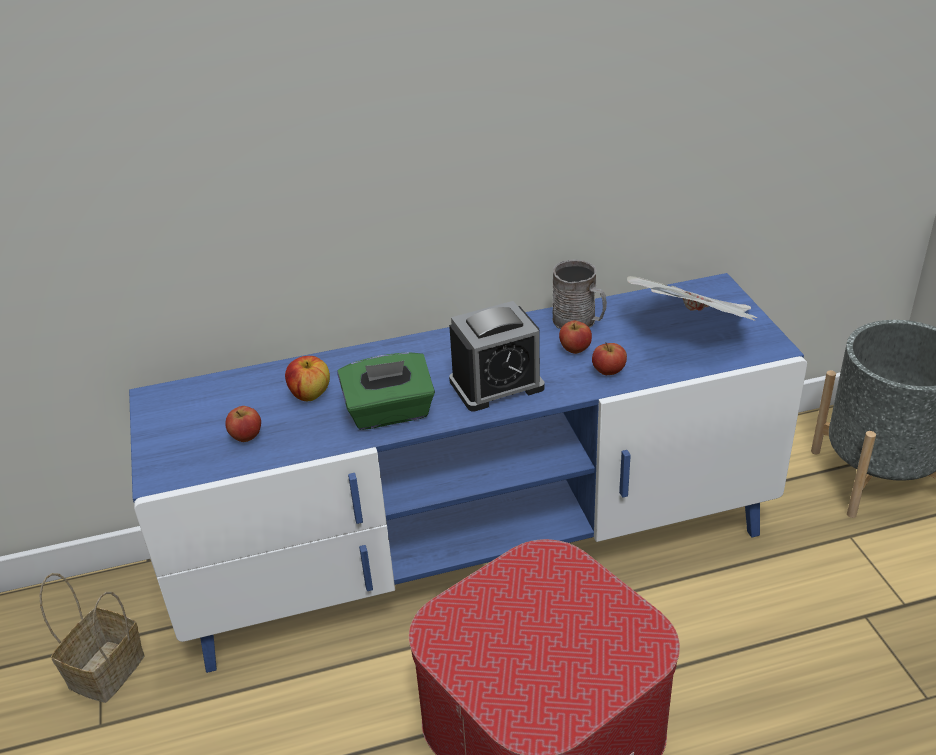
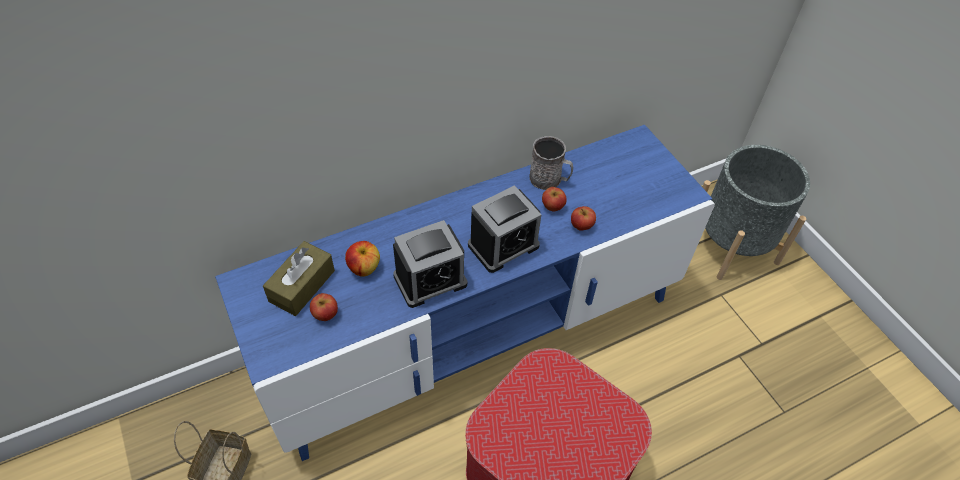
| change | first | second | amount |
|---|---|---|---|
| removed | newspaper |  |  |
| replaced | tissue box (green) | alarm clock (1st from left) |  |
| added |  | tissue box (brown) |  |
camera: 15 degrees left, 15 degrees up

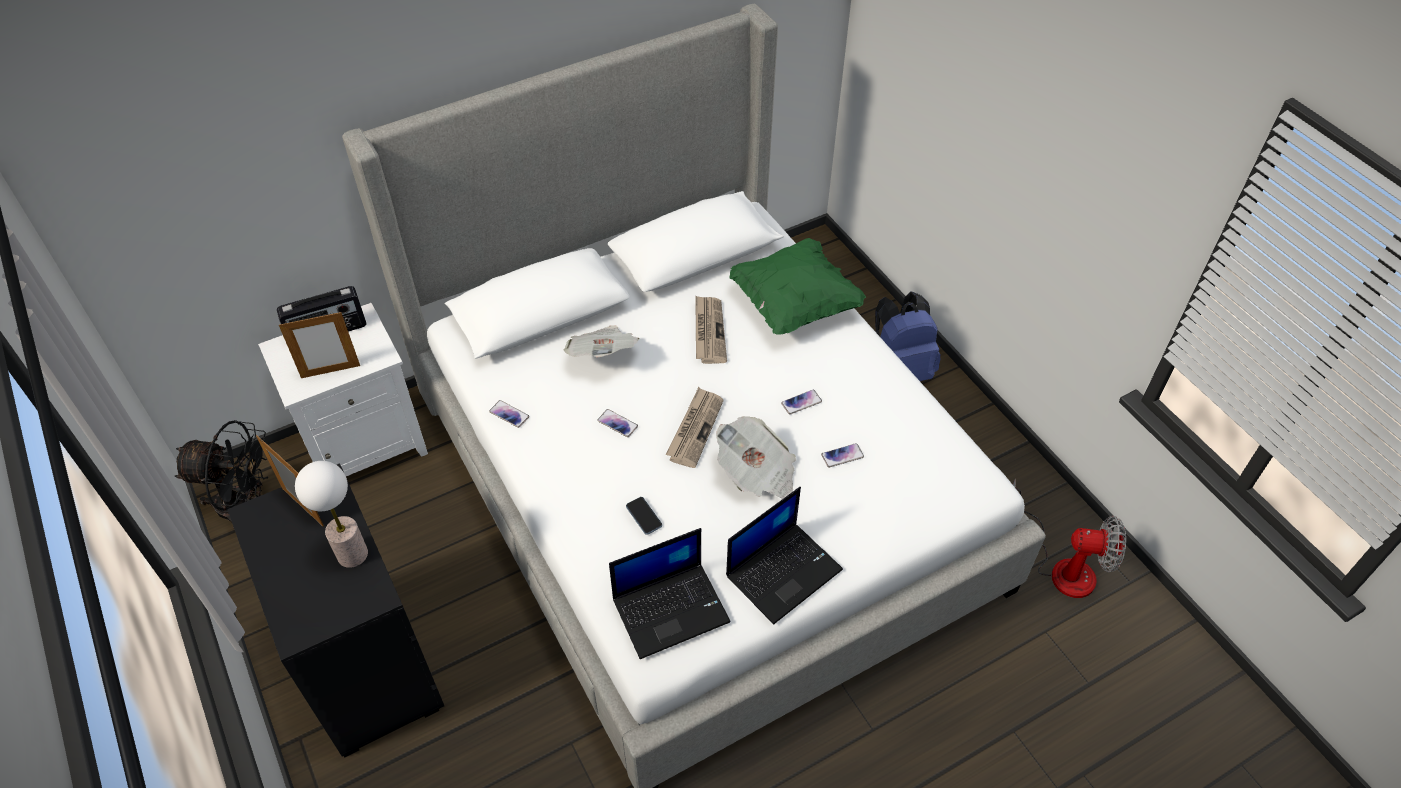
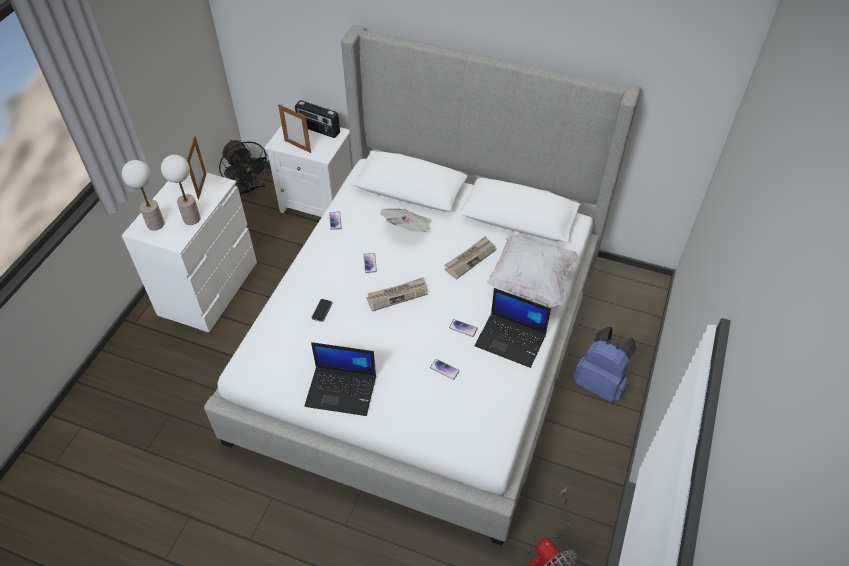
| change | first | second | amount |
|---|---|---|---|
| recoloured | pillow (green) | pillow (white) |  |
| removed | newspaper (4th from left) |  |  |
| recoloured | dresser (black) | dresser (white) |  |
| moved | laptop (1st from left in the first image) | laptop (2nd from left) |  |
| added |  | table lamp (1st from left) |  |
camera: 50 degrees right, 0 degrees up

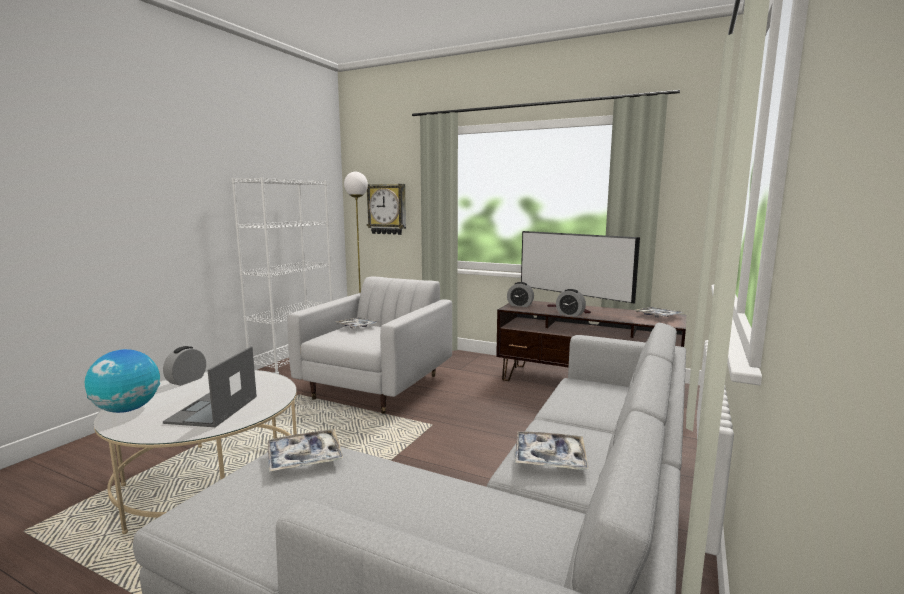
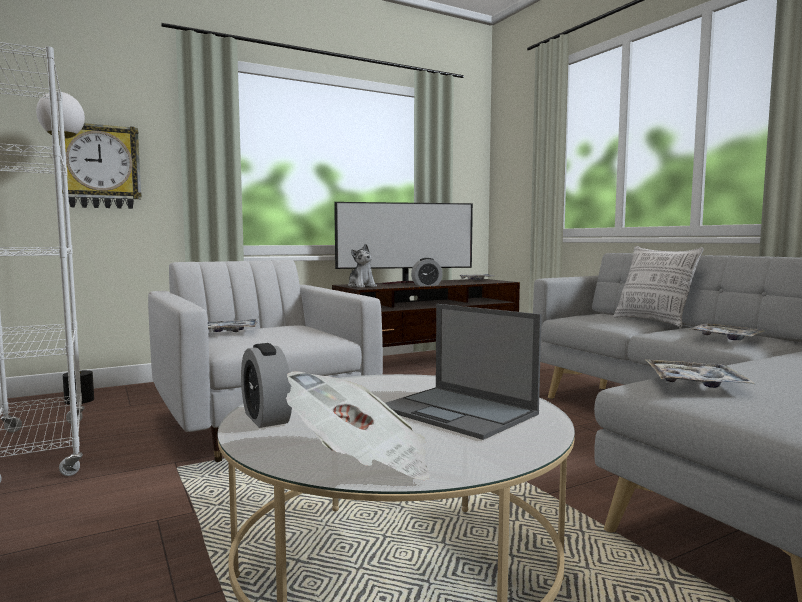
| change | first | second | amount |
|---|---|---|---|
| replaced | alarm clock (2nd from left) | plush toy |  |
| replaced | globe | newspaper |  |
| added |  | pillow |  |
camera: 55 degrees left, 5 degrees down

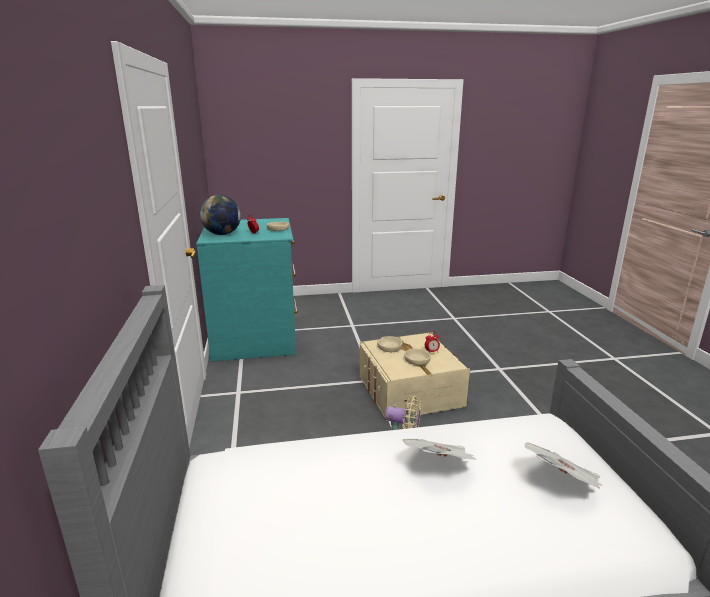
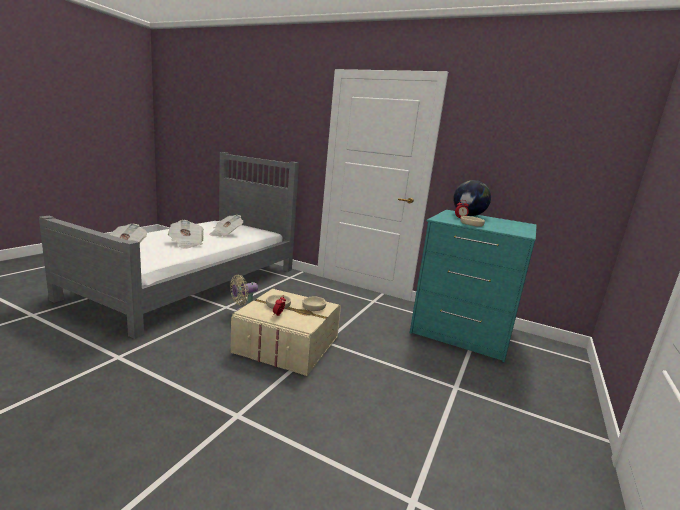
| change | first | second | amount |
|---|---|---|---|
| added |  | newspaper (3rd from left) |  |
camera: 125 degrees right, 5 degrees down

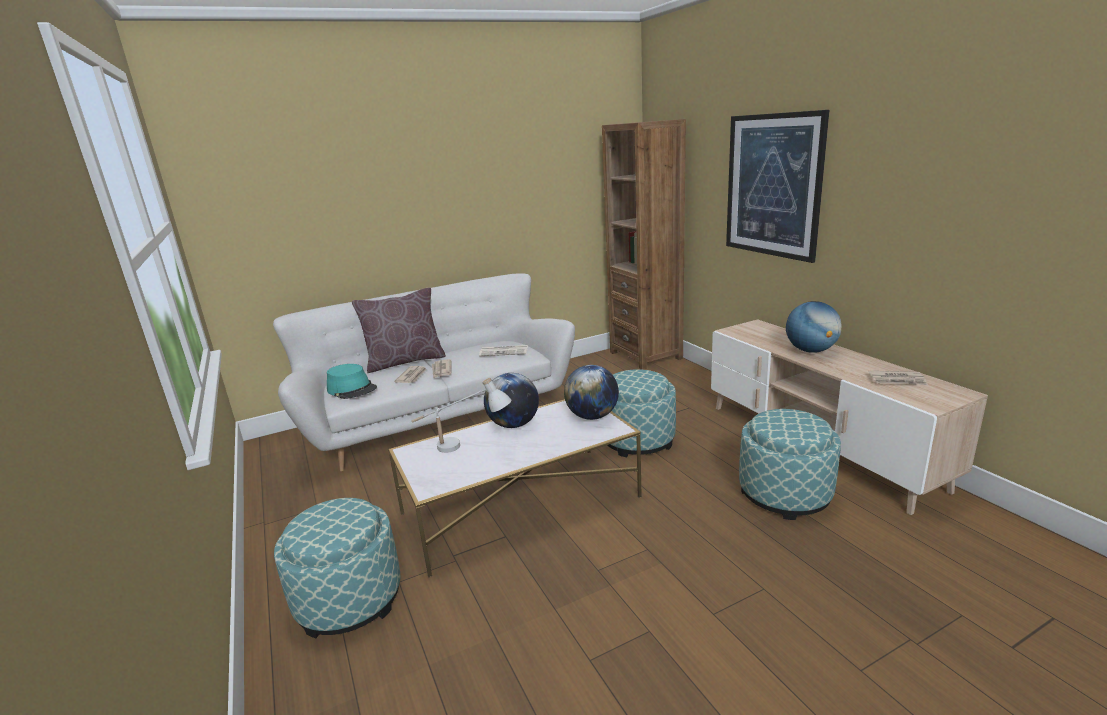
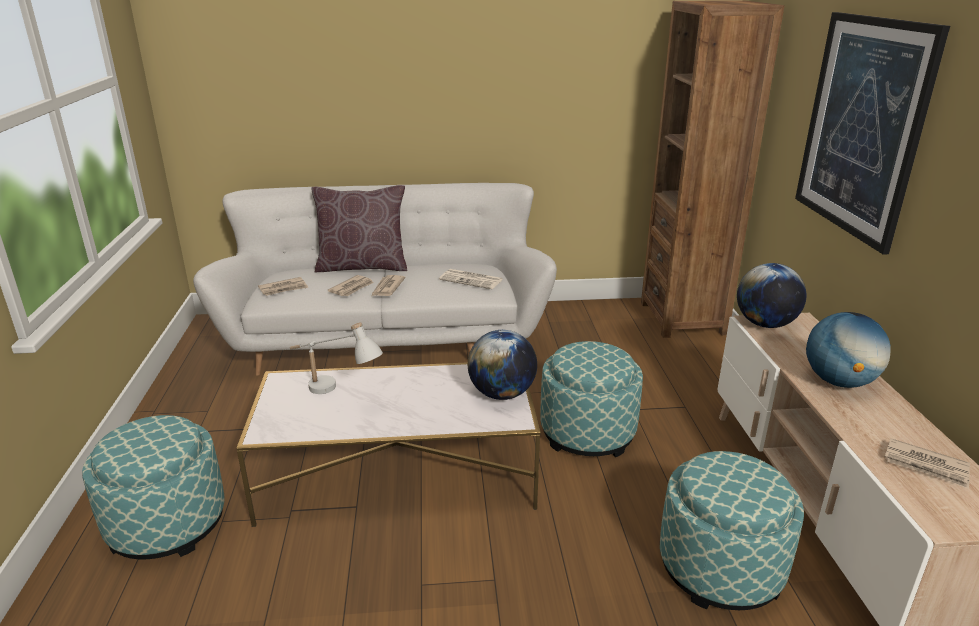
| change | first | second | amount |
|---|---|---|---|
| replaced | hat (turquoise) | newspaper (1st from left) |  |
| moved | globe (1st from left in the first image) | globe (2nd from left) |  |
camera: 20 degrees right, 5 degrees up

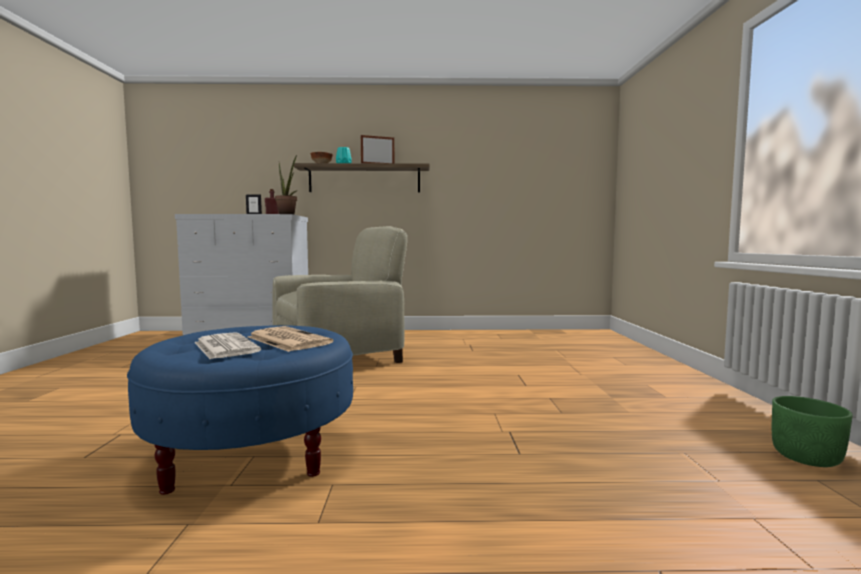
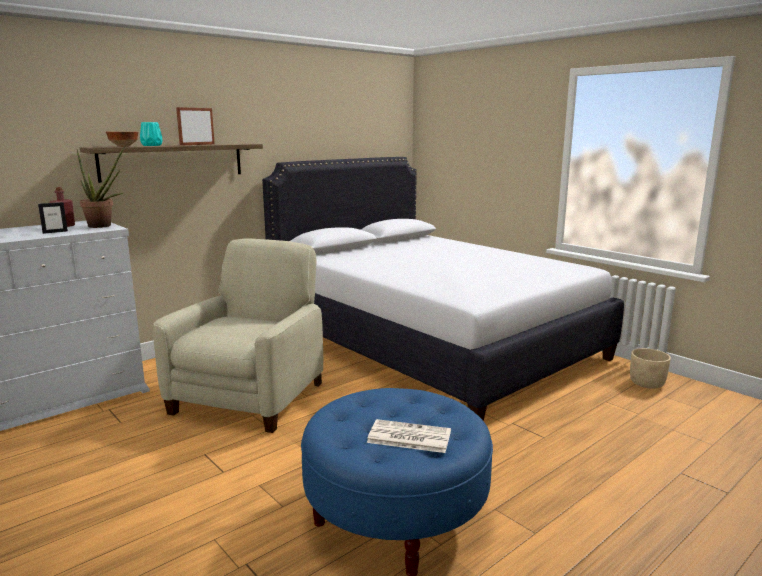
| change | first | second | amount |
|---|---|---|---|
| removed | newspaper (2nd from left) |  |  |
| recoloured | planter (green) | planter (beige) |  |
| added |  | bed (white) |  |
camera: 40 degrees left, 10 degrees up

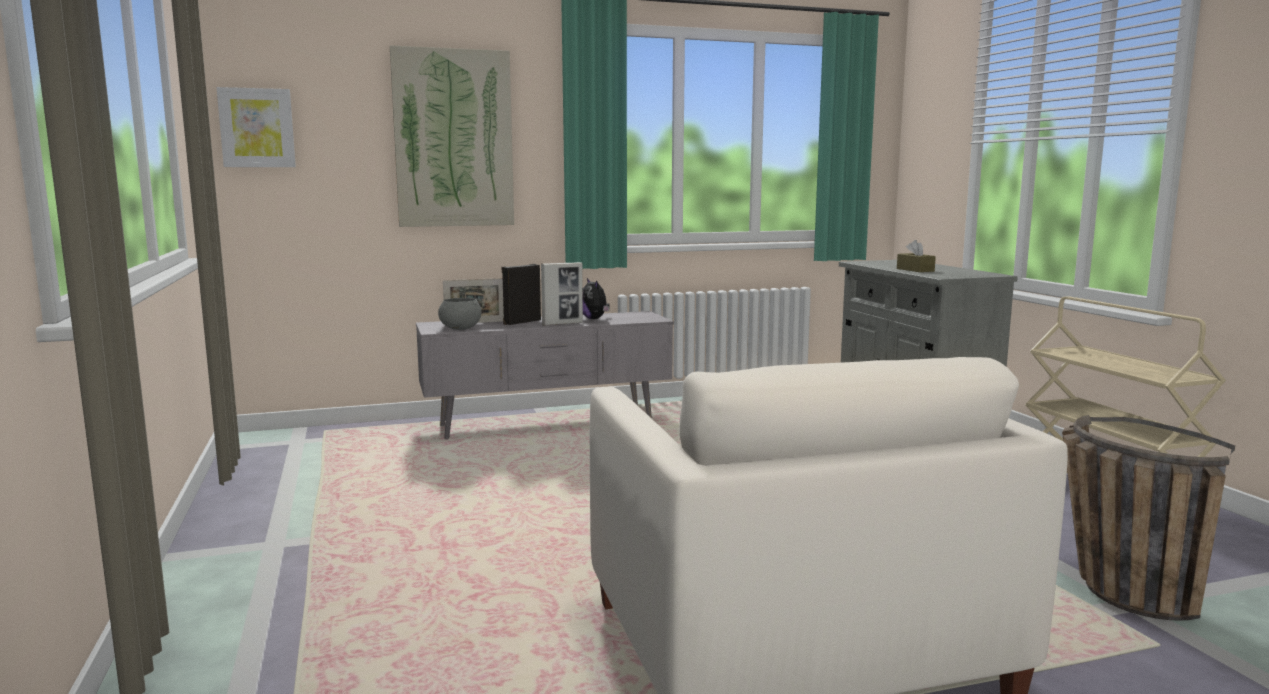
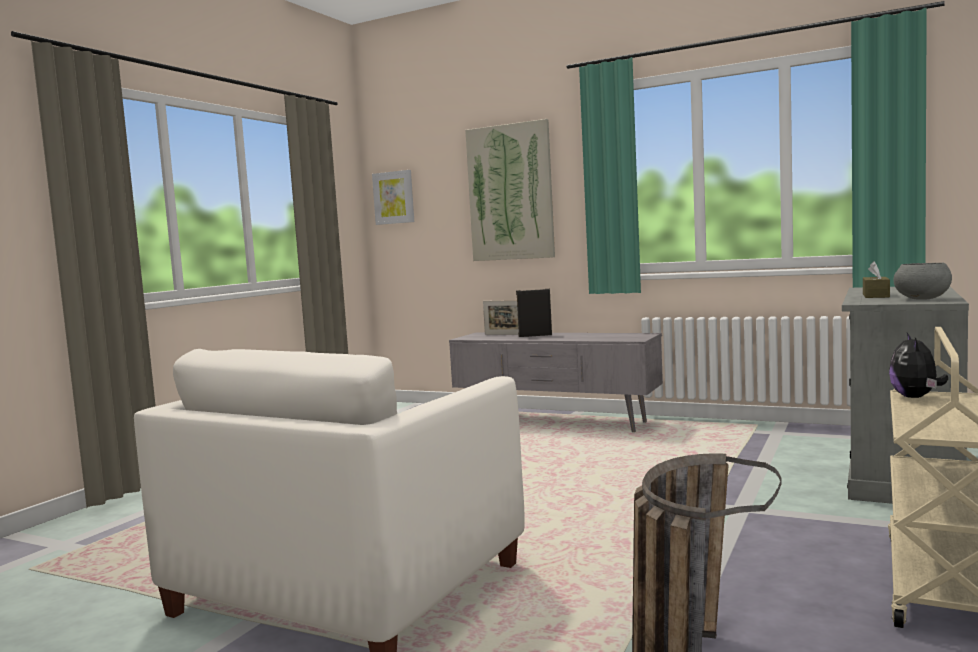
| change | first | second | amount |
|---|---|---|---|
| removed | picture frame (2nd from left) |  |  |
| moved | plush toy |  |  |
| moved | bowl (grey) |  |  |
camera: 45 degrees right, 5 degrees down

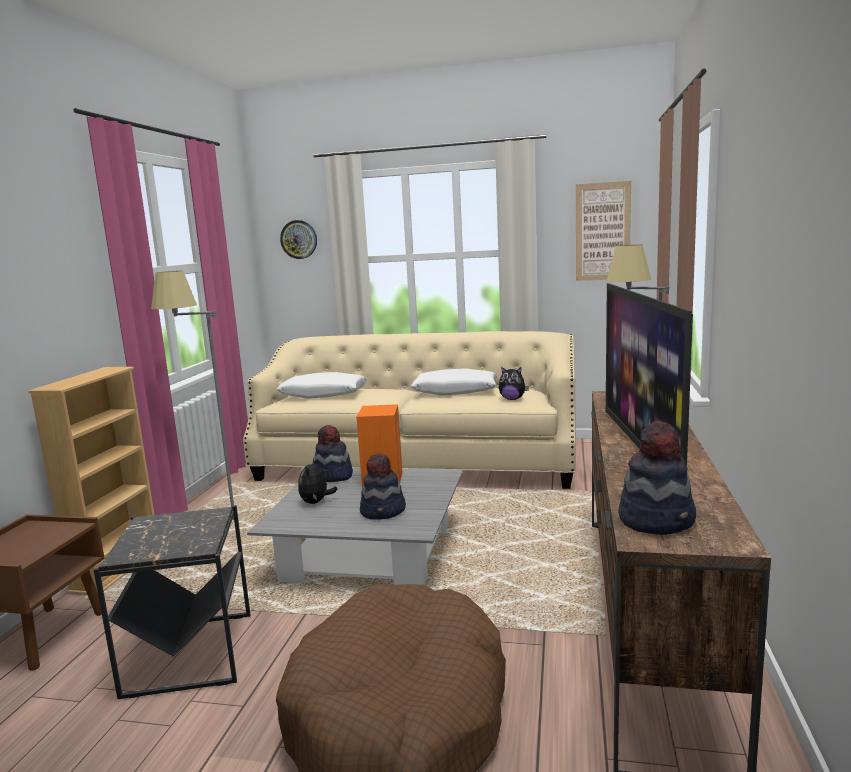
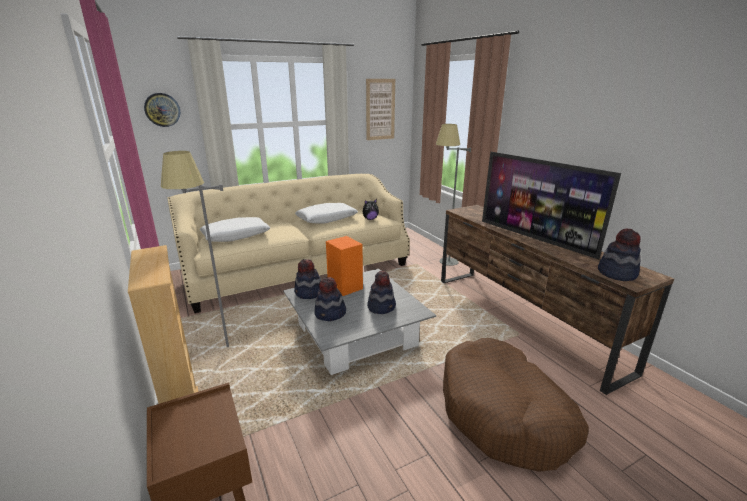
| change | first | second | amount |
|---|---|---|---|
| replaced | plush toy (1st from left) | hat (2nd from left) |  |
| removed | side table (black) |  |  |
camera: 40 degrees left, 10 degrees up

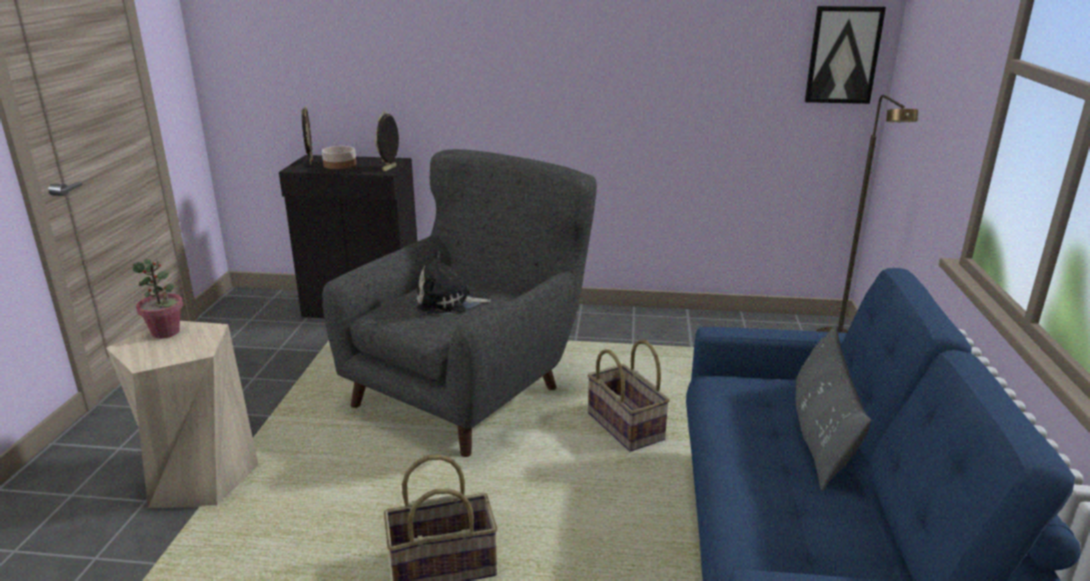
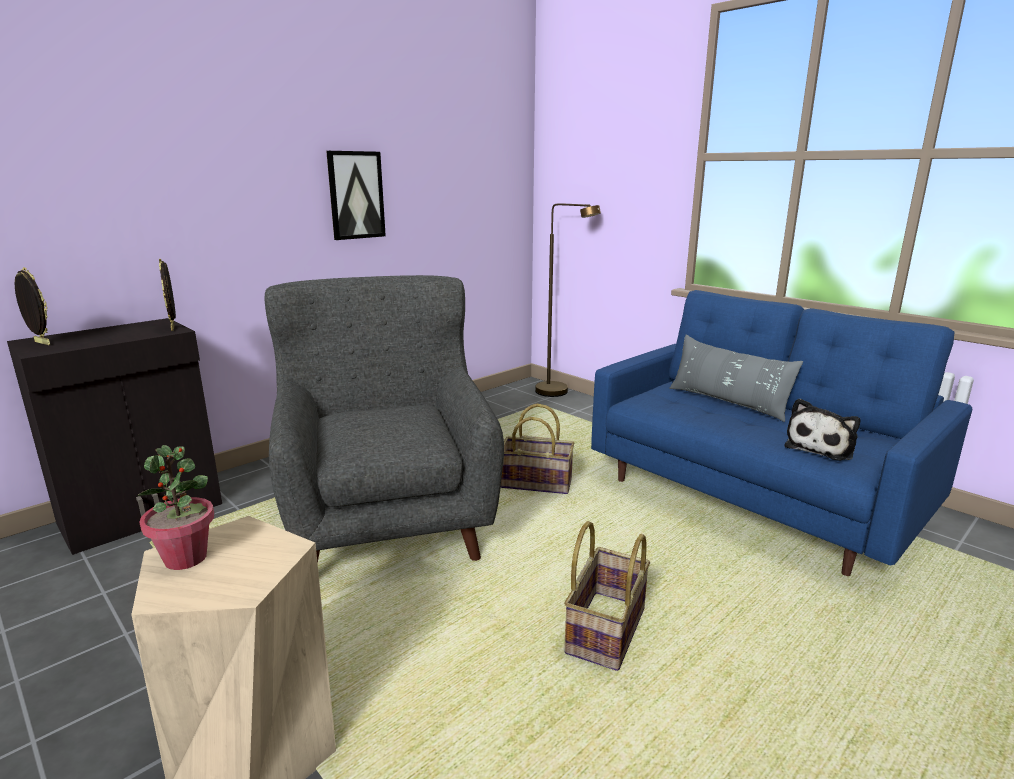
| change | first | second | amount |
|---|---|---|---|
| moved | picture |  |  |
| removed | bowl |  |  |
| moved | plush toy |  |  |
camera: 50 degrees left, 5 degrees down

